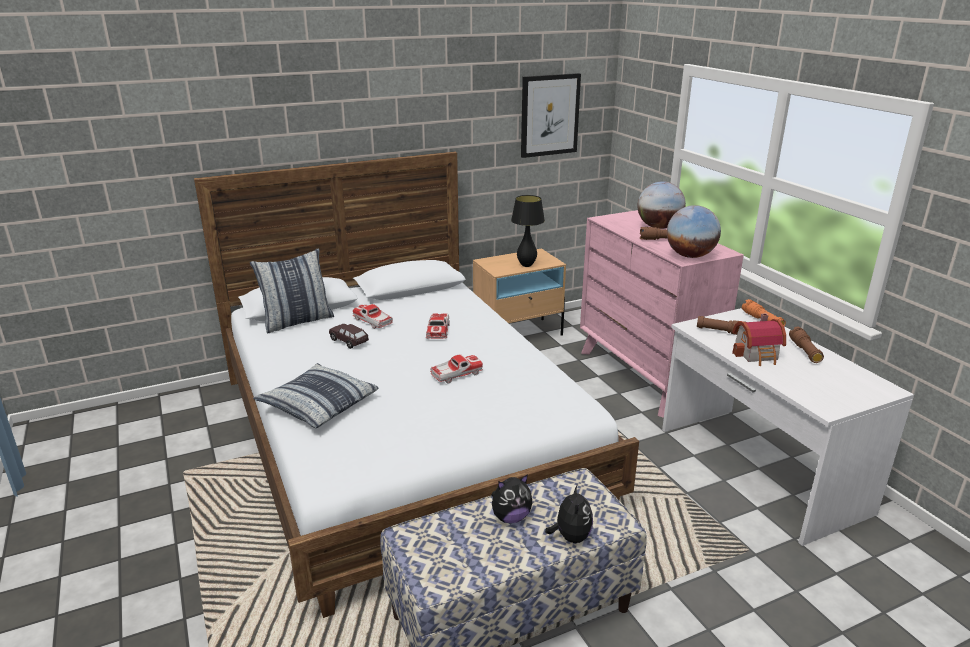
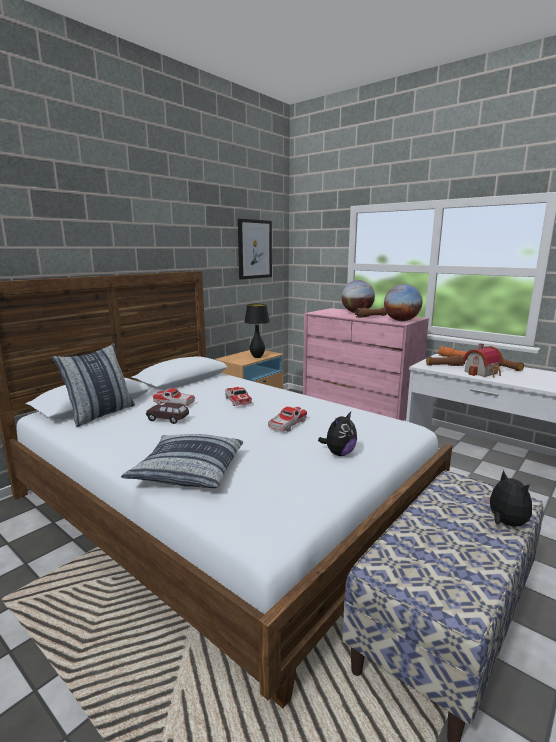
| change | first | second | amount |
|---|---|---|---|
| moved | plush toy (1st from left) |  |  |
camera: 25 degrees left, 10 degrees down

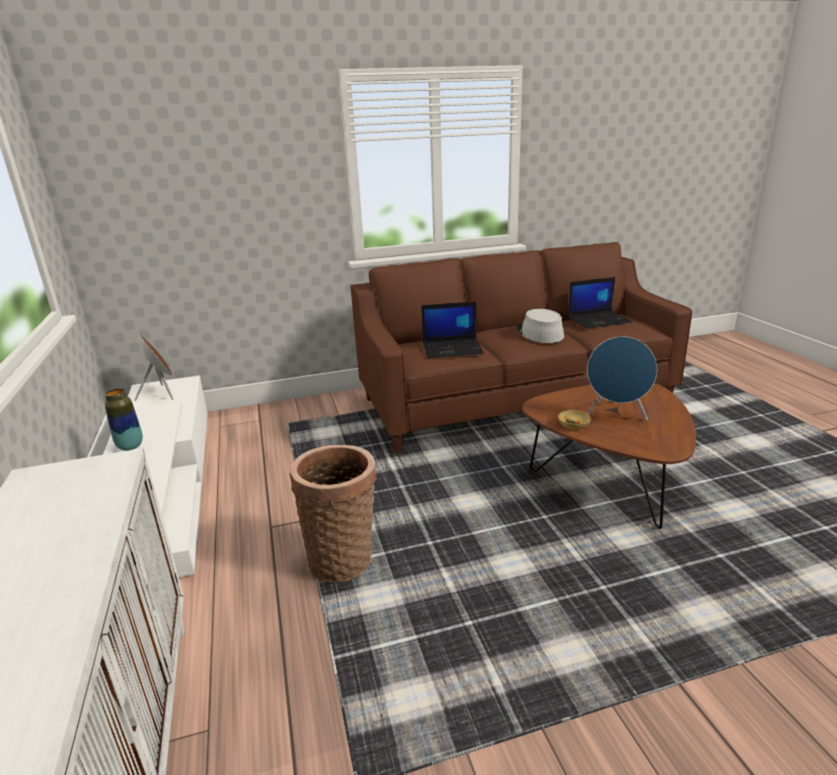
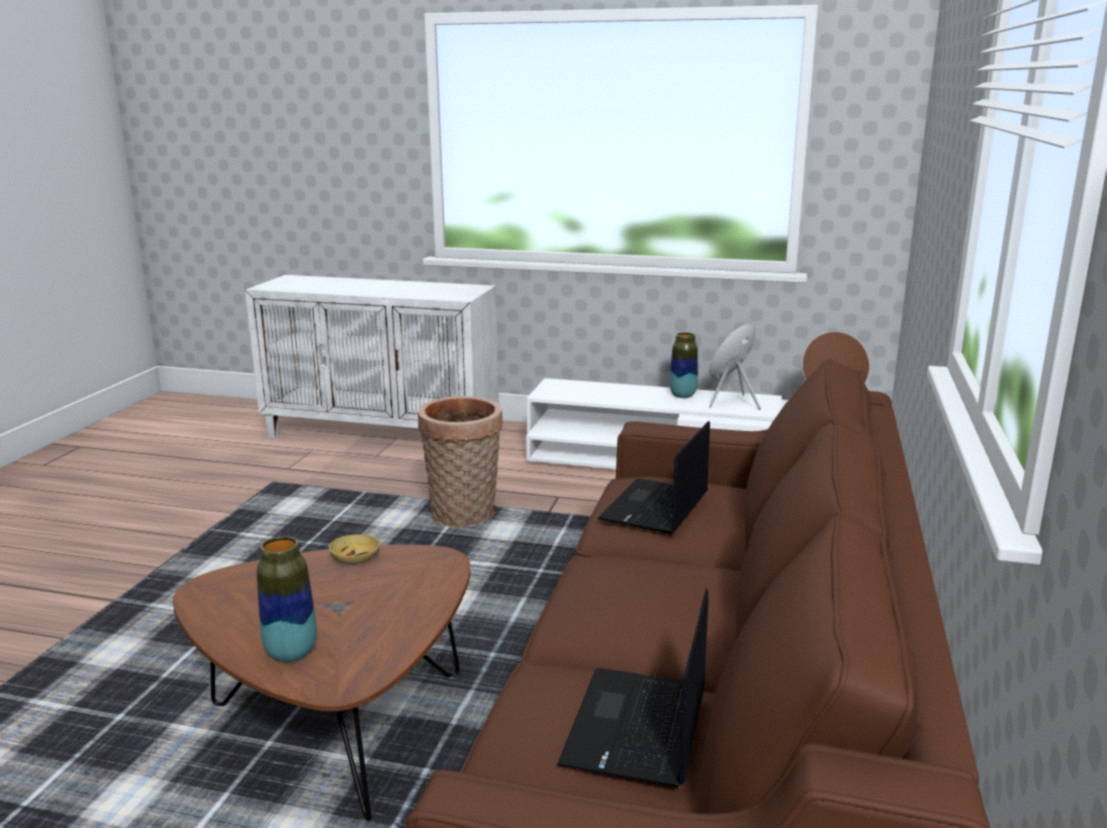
| change | first | second | amount |
|---|---|---|---|
| removed | hat (grey) |  |  |
| moved | speaker (blue) |  |  |
| added |  | vase (1st from left) |  |
camera: 120 degrees right, 5 degrees down

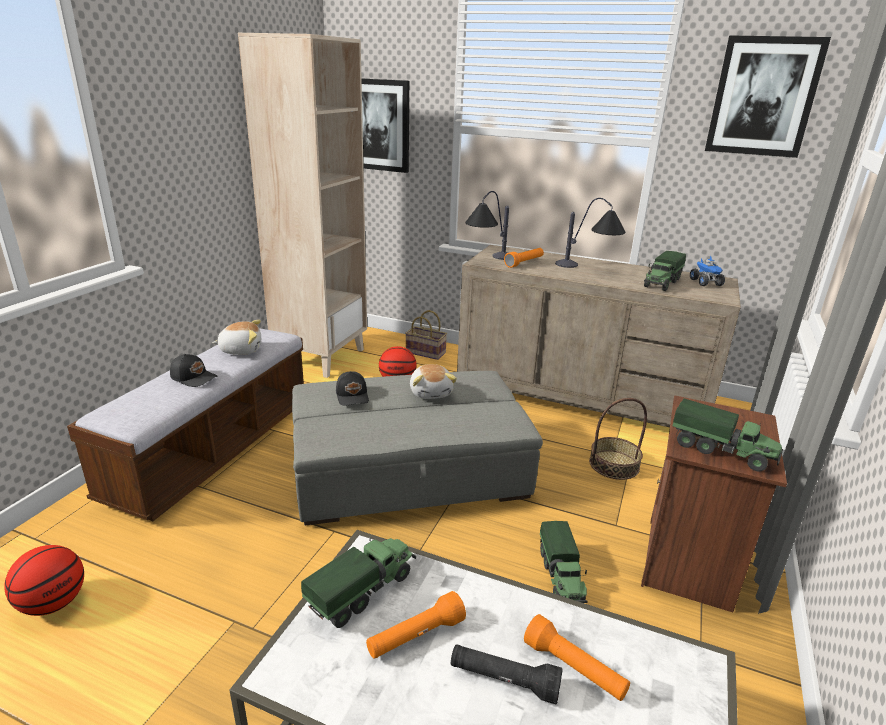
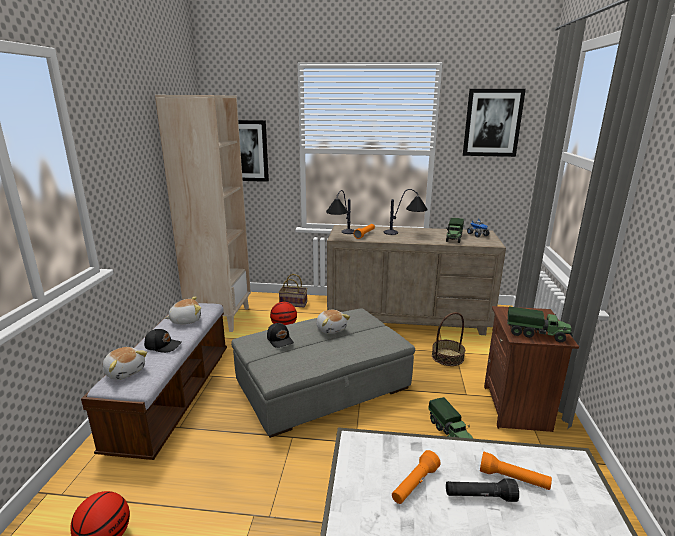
| change | first | second | amount |
|---|---|---|---|
| removed | toy truck (1st from left) |  |  |
| added |  | plush toy (1st from left) |  |
camera: 15 degrees left, 5 degrees down

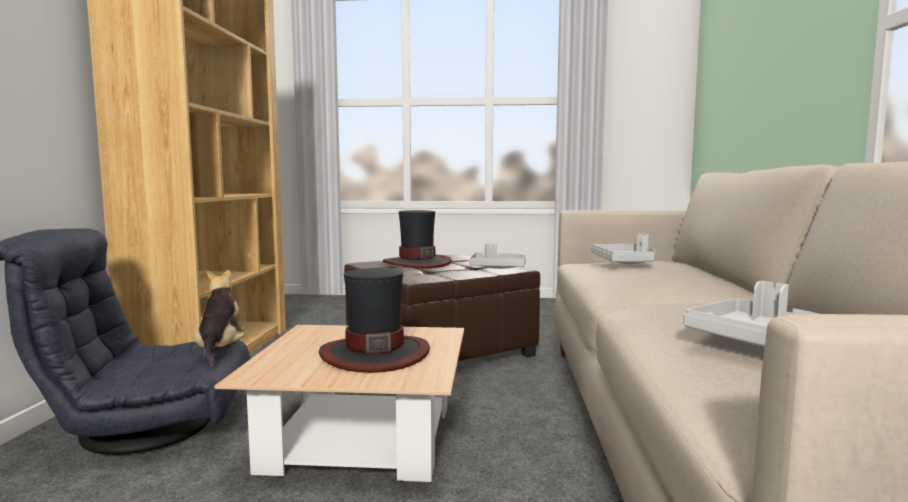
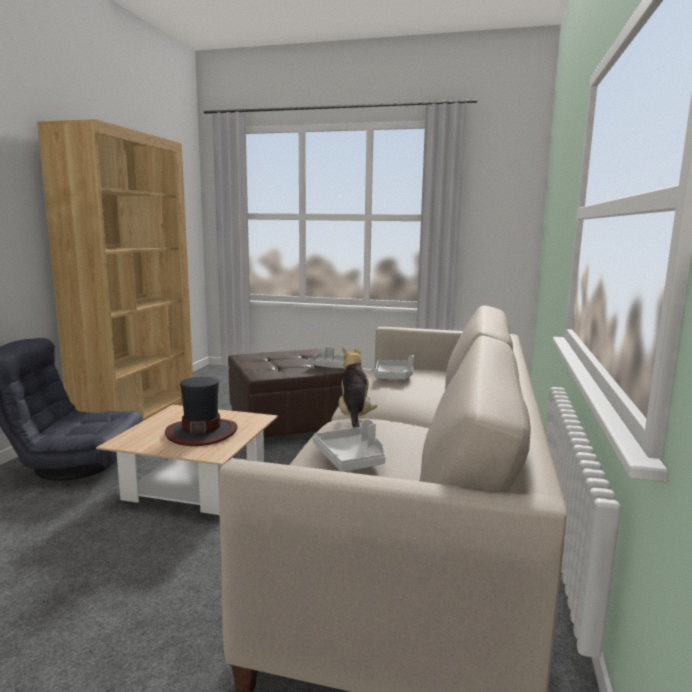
| change | first | second | amount |
|---|---|---|---|
| removed | hat (2nd from left) |  |  |
| moved | plush toy |  |  |
camera: 10 degrees right, 5 degrees up

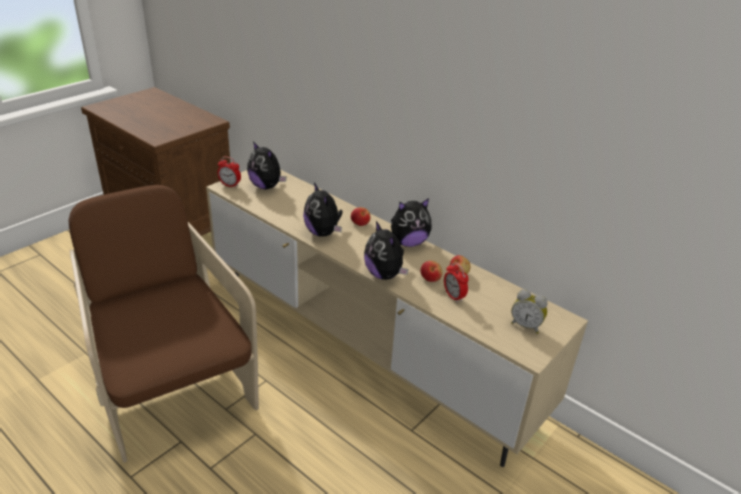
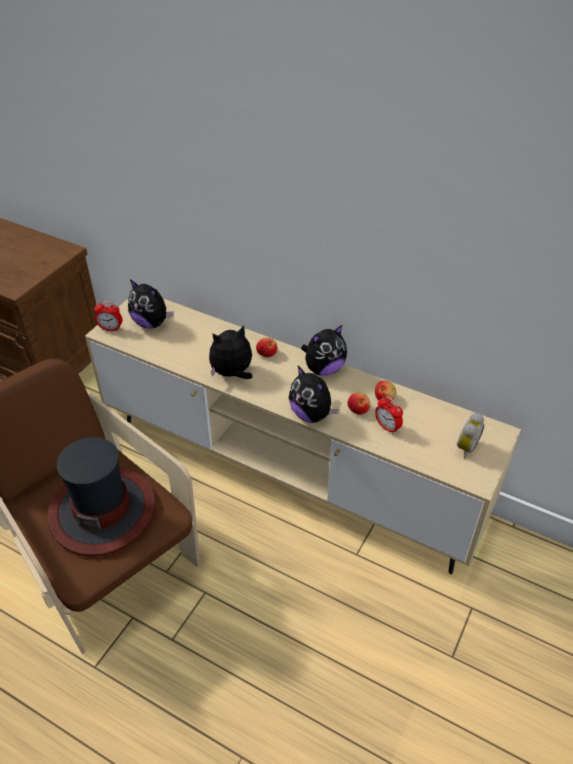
| change | first | second | amount |
|---|---|---|---|
| turned | plush toy (2nd from left) |  | 105 degrees clockwise |
| turned | alarm clock (3rd from left) |  | 75 degrees counterclockwise |
| added |  | hat |  |
camera: 10 degrees left, 10 degrees up

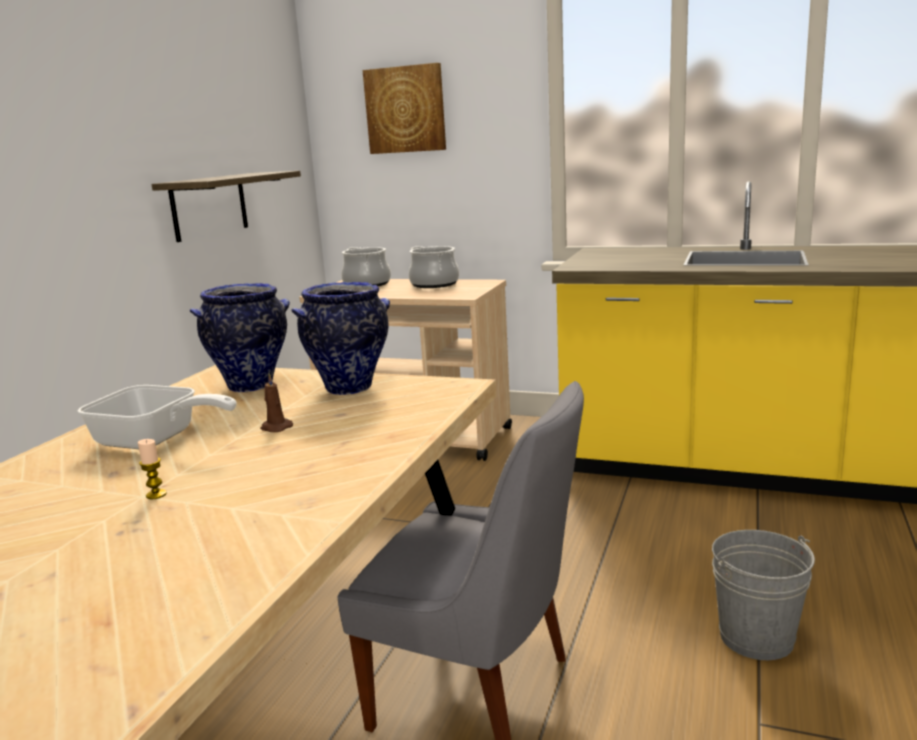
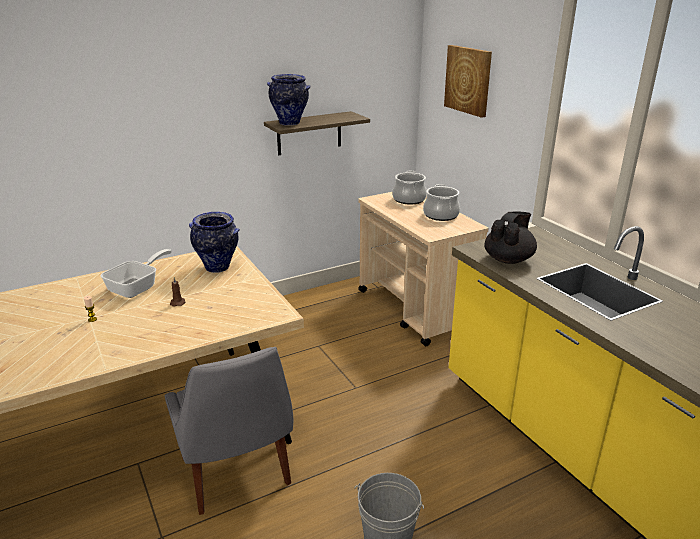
| change | first | second | amount |
|---|---|---|---|
| moved | vase (2nd from left) |  |  |
| turned | frying pan |  | 120 degrees counterclockwise |
| added |  | teapot (black) |  |
camera: 40 degrees right, 10 degrees up

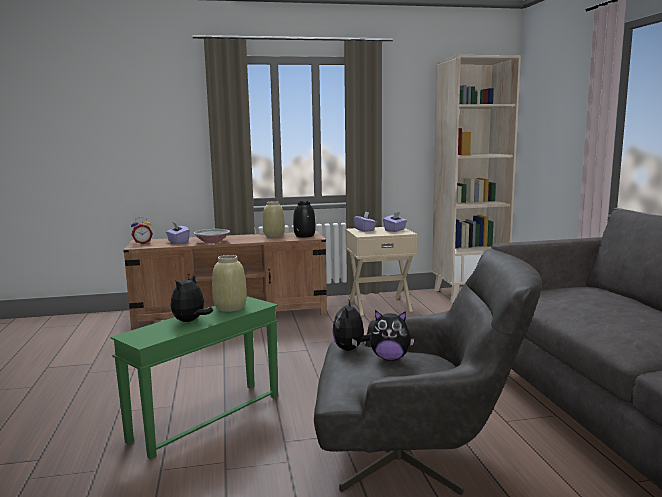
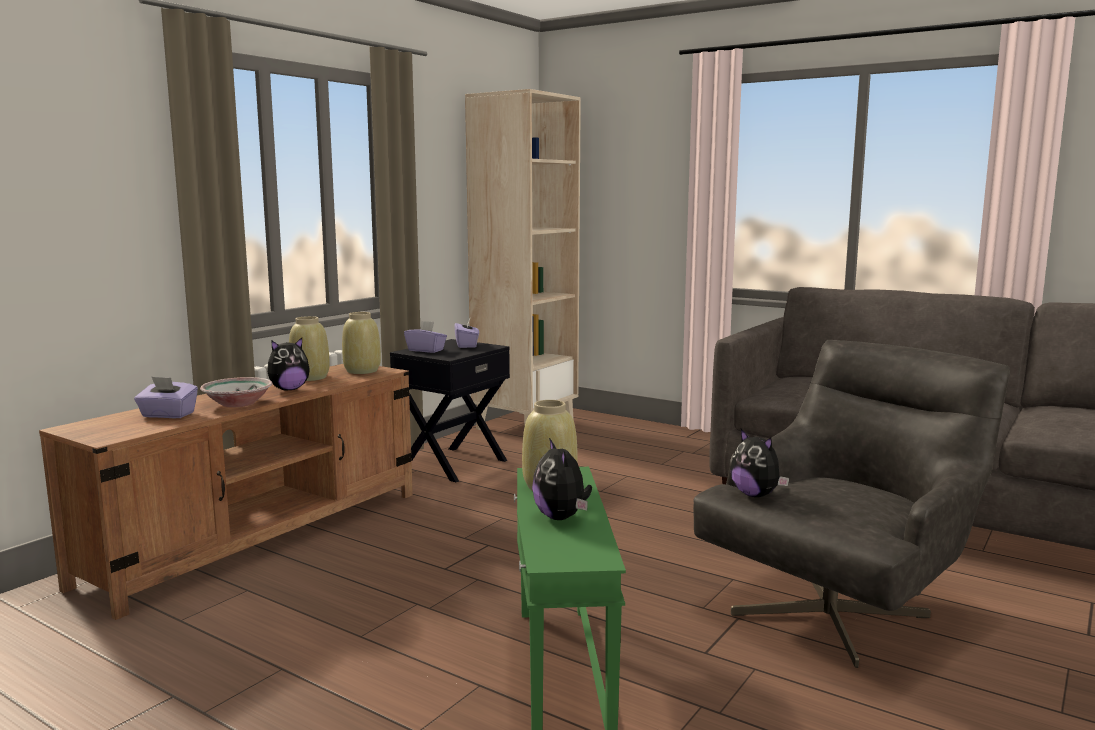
| change | first | second | amount |
|---|---|---|---|
| recoloured | vase (black) | vase (beige) (2nd from left) |  |
| removed | alarm clock |  |  |
| recoloured | nightstand (beige) | nightstand (black) |  |
| moved | plush toy (3rd from left in the first image) | plush toy (1st from left) |  |
camera: 45 degrees left, 0 degrees up

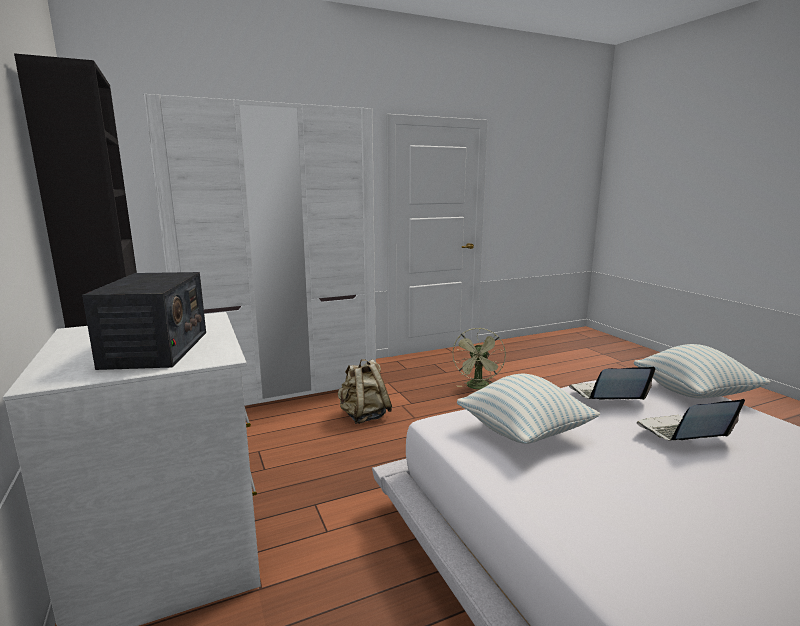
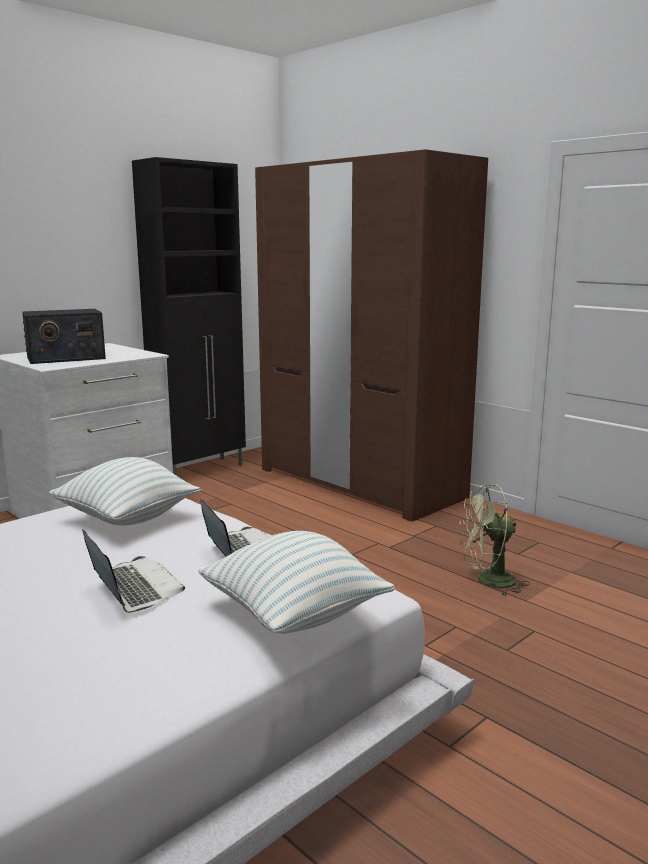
| change | first | second | amount |
|---|---|---|---|
| recoloured | wardrobe (white) | wardrobe (brown) |  |
| removed | backpack (beige) |  |  |
camera: 70 degrees right, 0 degrees up

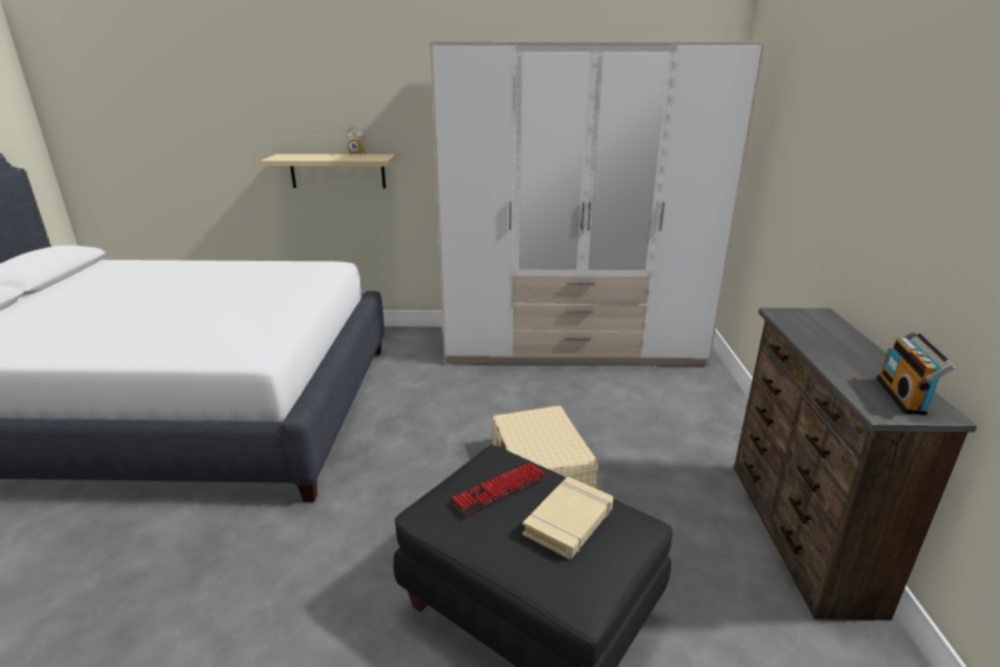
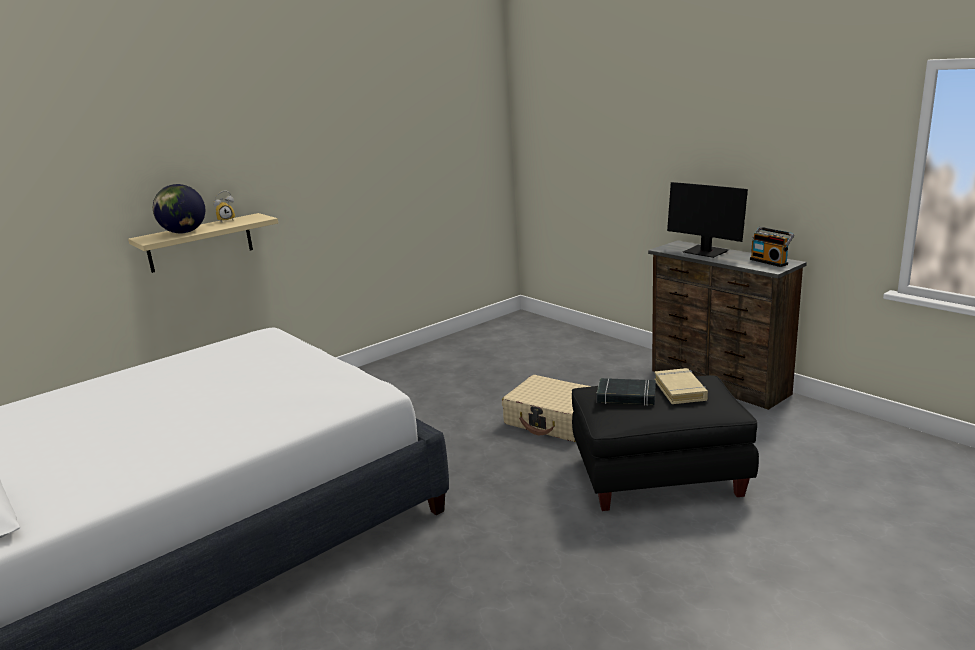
| change | first | second | amount |
|---|---|---|---|
| removed | wardrobe |  |  |
| replaced | keyboard | book (black) |  |
| added |  | monitor |  |
| added |  | globe |  |
camera: 40 degrees left, 5 degrees down

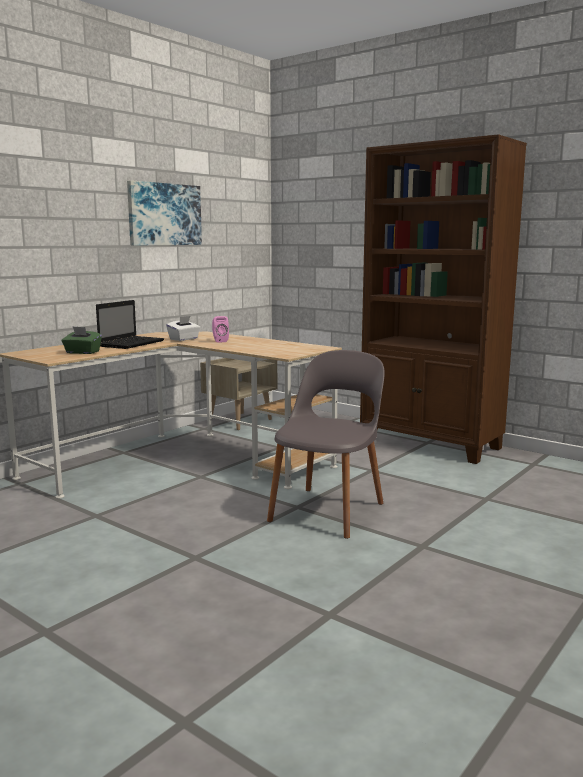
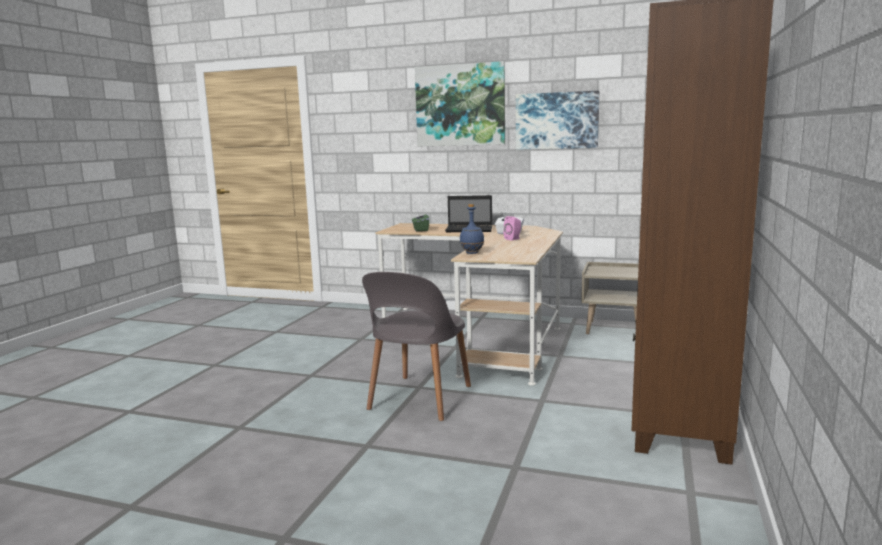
| change | first | second | amount |
|---|---|---|---|
| turned | chair (grey) |  | 105 degrees clockwise |
| added |  | picture (1st from left) |  |
| added |  | bottle (blue) |  |
camera: 70 degrees right, 0 degrees up

